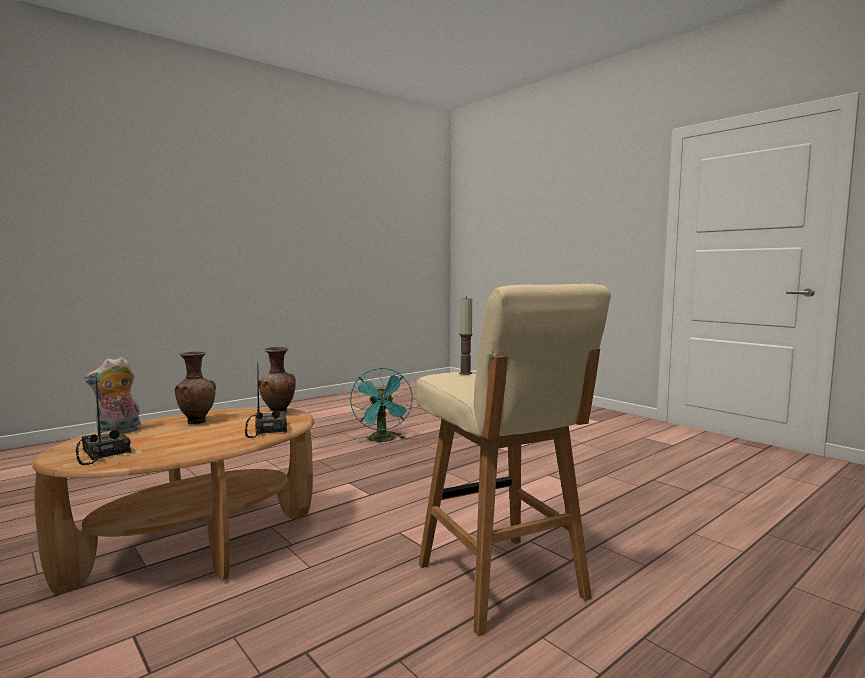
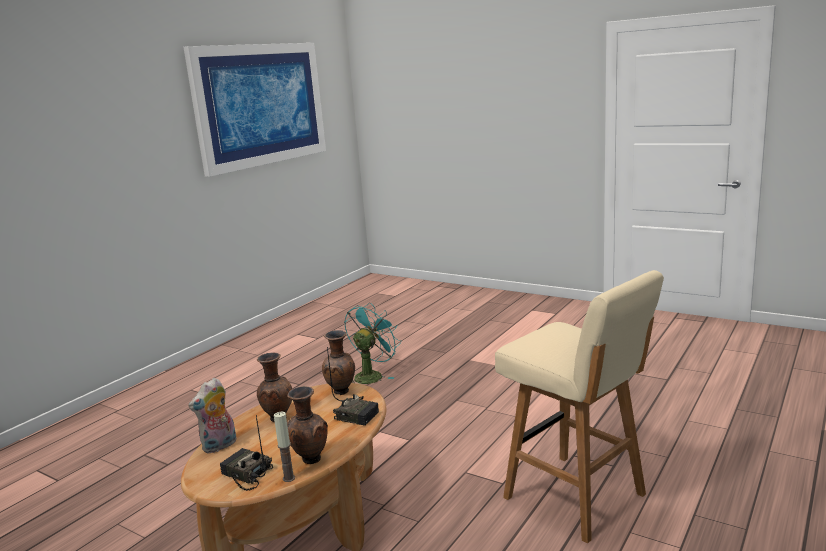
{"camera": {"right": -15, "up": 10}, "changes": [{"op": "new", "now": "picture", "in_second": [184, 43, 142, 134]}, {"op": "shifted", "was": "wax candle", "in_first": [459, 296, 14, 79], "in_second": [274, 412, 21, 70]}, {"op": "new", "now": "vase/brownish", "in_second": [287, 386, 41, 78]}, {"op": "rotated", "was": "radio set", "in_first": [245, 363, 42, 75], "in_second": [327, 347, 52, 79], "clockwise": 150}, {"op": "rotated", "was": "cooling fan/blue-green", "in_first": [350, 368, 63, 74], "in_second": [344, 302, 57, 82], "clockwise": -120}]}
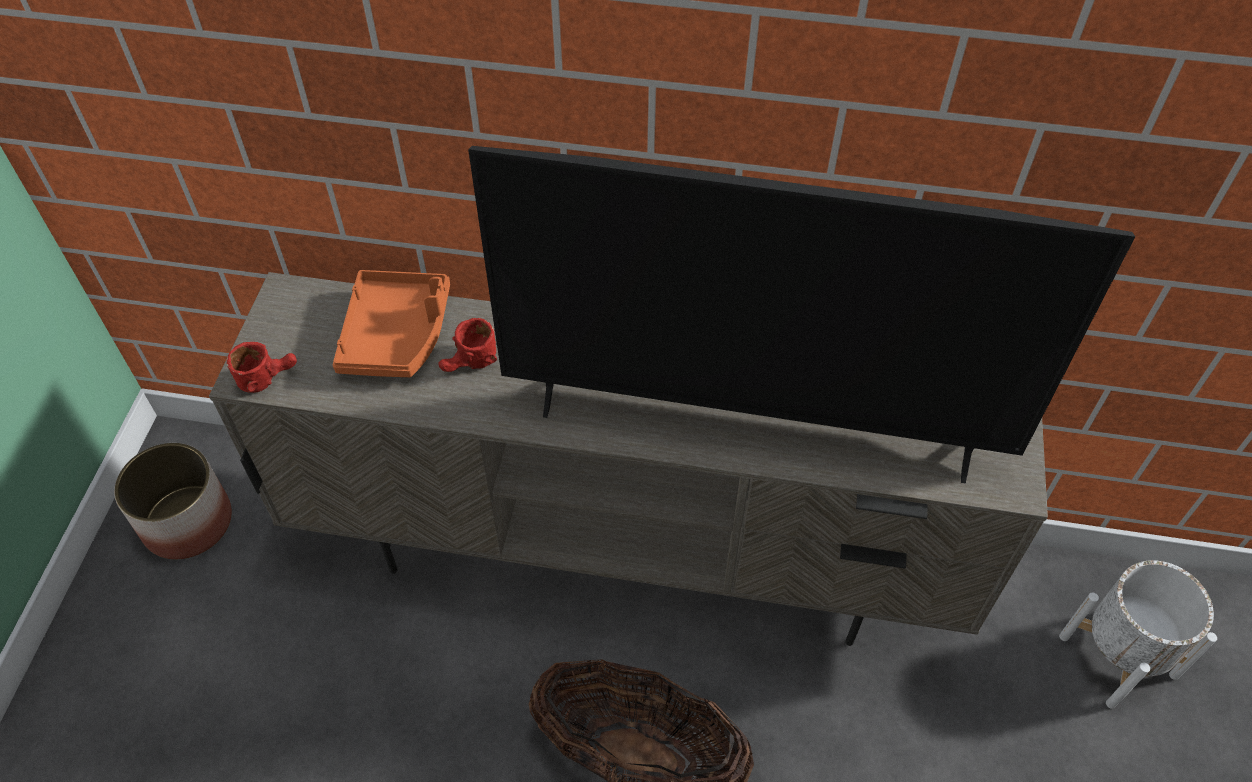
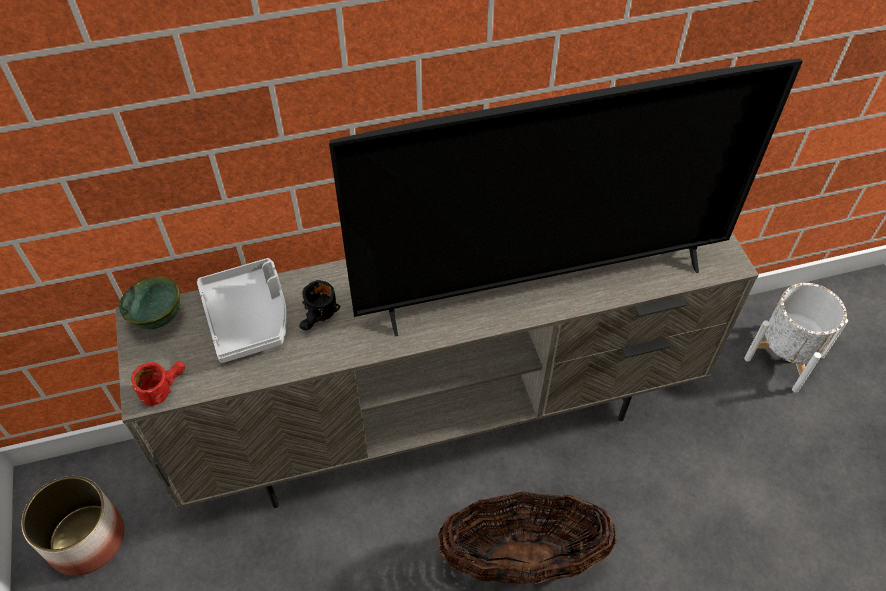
{"camera": {"right": -25, "up": 0}, "changes": [{"op": "new", "now": "serving bowl/green", "in_second": [119, 277, 61, 52]}, {"op": "repainted", "was": "tray/orangey", "now": "tray/greyish", "in_first": [333, 270, 117, 107], "in_second": [197, 258, 90, 105]}, {"op": "repainted", "was": "tea mug/red-coloured", "now": "tea mug/black-coloured", "in_first": [438, 318, 59, 54], "in_second": [299, 280, 41, 50]}]}
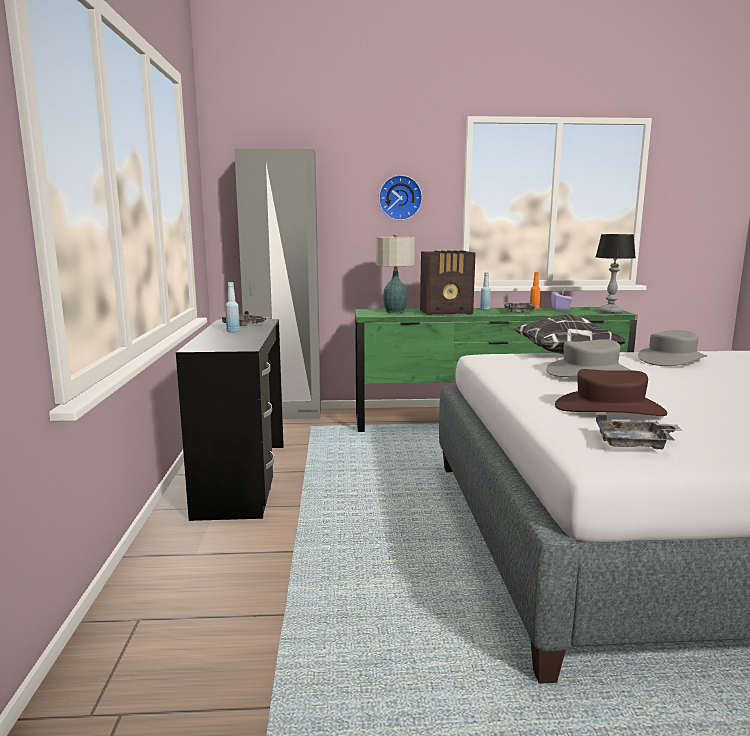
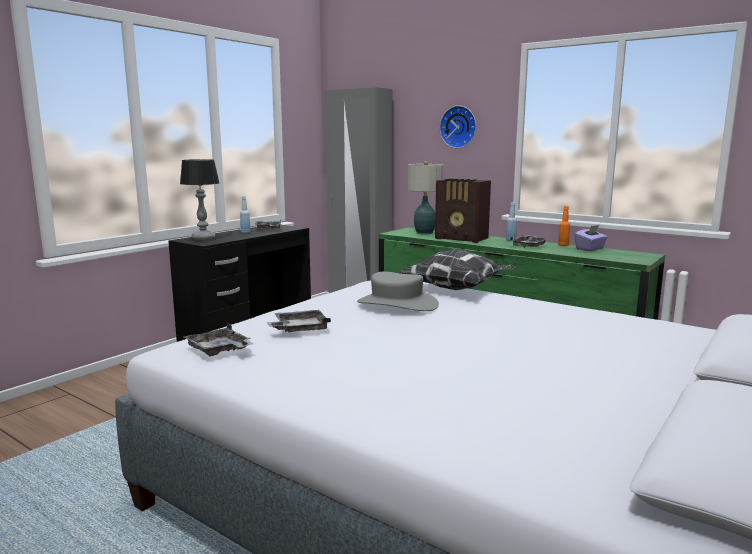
{"camera": {"right": 40, "up": 0}, "changes": [{"op": "shifted", "was": "table lamp", "in_first": [596, 234, 40, 80], "in_second": [180, 159, 39, 81]}, {"op": "swapped", "was": "wearable hat/brownish", "now": "tray/greyish", "in_first": [555, 369, 112, 47], "in_second": [267, 310, 64, 22]}, {"op": "gone", "was": "wearable hat/greyish", "in_first": [638, 330, 69, 36]}]}
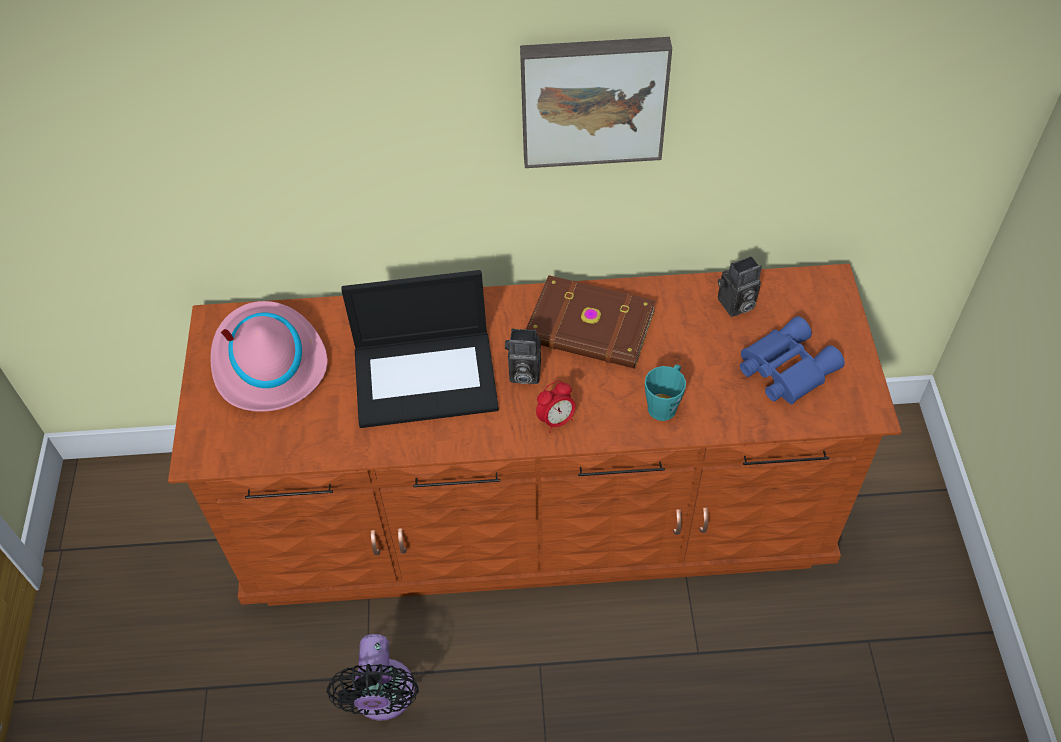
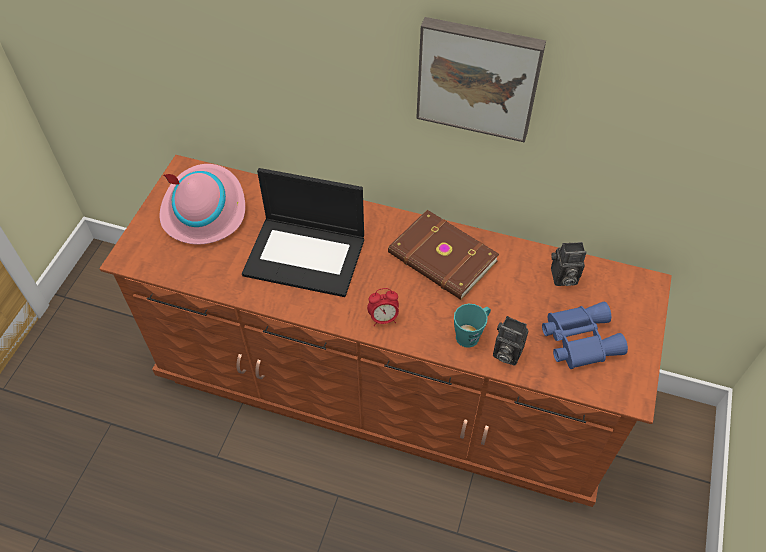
{"camera": {"right": 20, "up": 0}, "changes": [{"op": "shifted", "was": "photo camera", "in_first": [505, 329, 36, 55], "in_second": [493, 316, 36, 50]}, {"op": "gone", "was": "cooling fan/black-coloured", "in_first": [327, 634, 92, 87]}]}
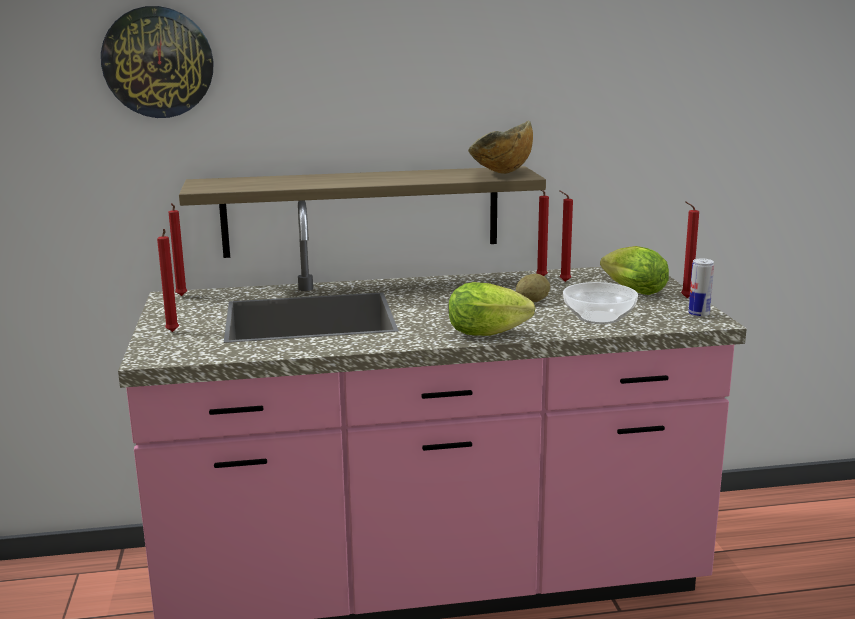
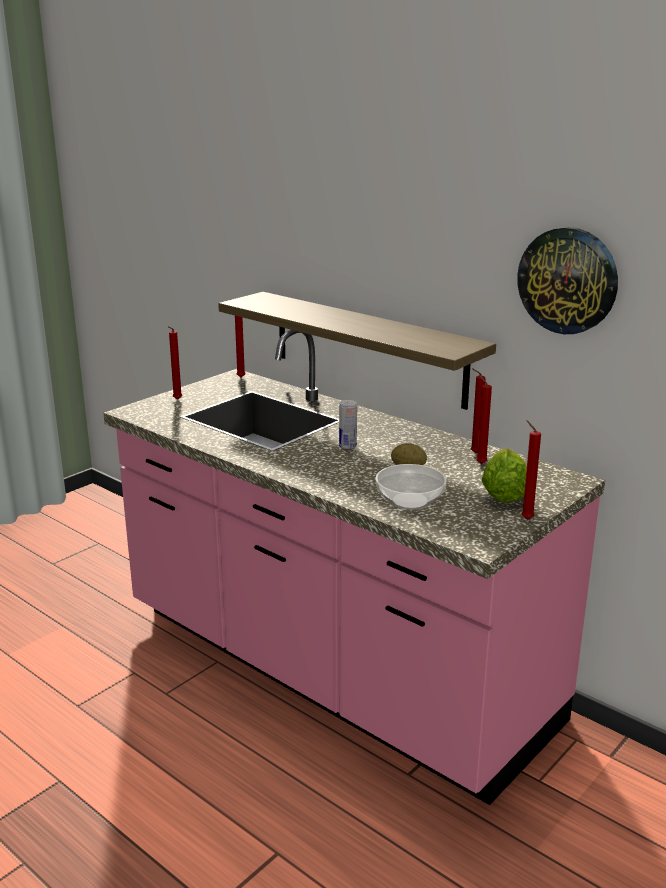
{"camera": {"right": 50, "up": 5}, "changes": [{"op": "shifted", "was": "can", "in_first": [688, 258, 26, 59], "in_second": [339, 400, 18, 49]}, {"op": "shifted", "was": "wall clock", "in_first": [101, 6, 112, 112], "in_second": [517, 227, 101, 107]}, {"op": "gone", "was": "lettuce", "in_first": [448, 282, 87, 54]}, {"op": "gone", "was": "serving bowl", "in_first": [468, 121, 65, 53]}]}
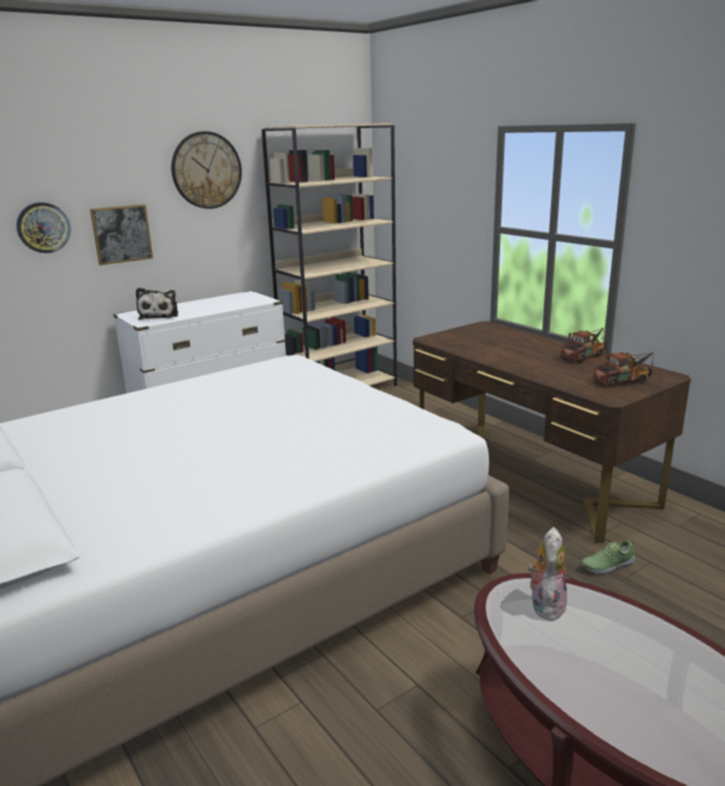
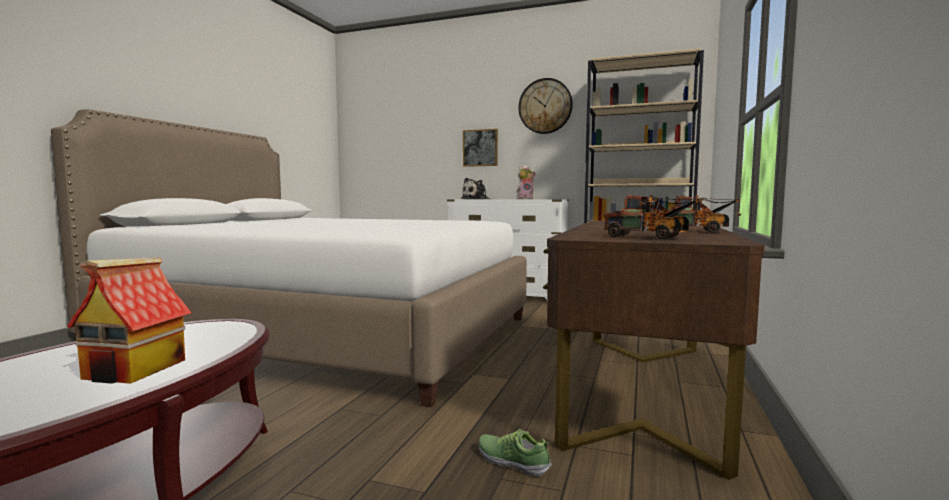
{"camera": {"right": 55, "up": -15}, "changes": [{"op": "new", "now": "miniature house", "in_second": [67, 258, 124, 126]}, {"op": "shifted", "was": "plush toy", "in_first": [528, 527, 39, 93], "in_second": [516, 165, 20, 34]}, {"op": "gone", "was": "wall clock", "in_first": [16, 202, 55, 51]}]}
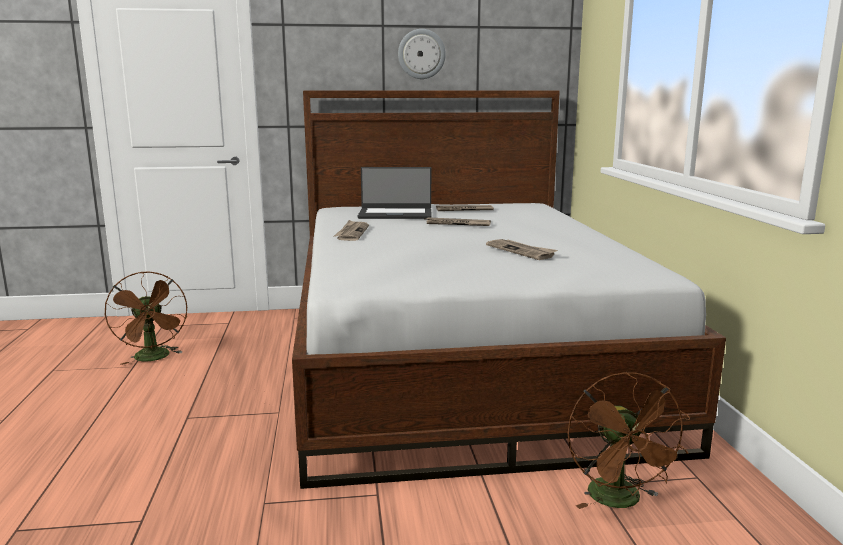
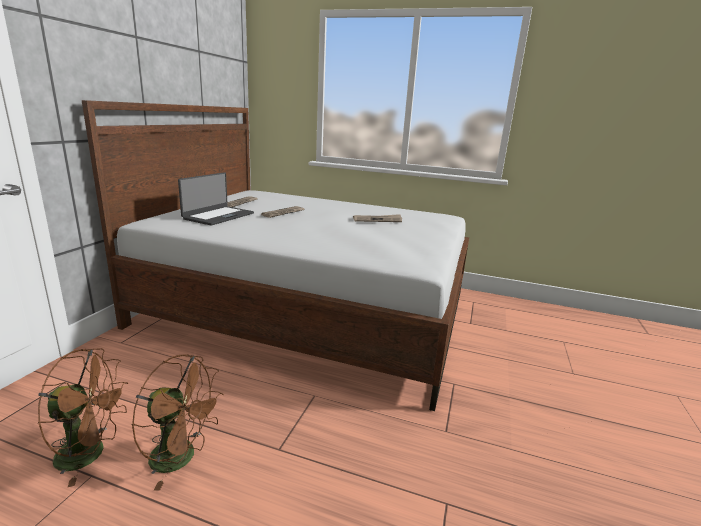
{"camera": {"right": -65, "up": 5}, "changes": [{"op": "shifted", "was": "cooling fan/brownish", "in_first": [567, 372, 123, 137], "in_second": [132, 354, 92, 136]}, {"op": "gone", "was": "daily paper", "in_first": [334, 220, 35, 21]}, {"op": "gone", "was": "wall clock", "in_first": [398, 29, 48, 50]}]}
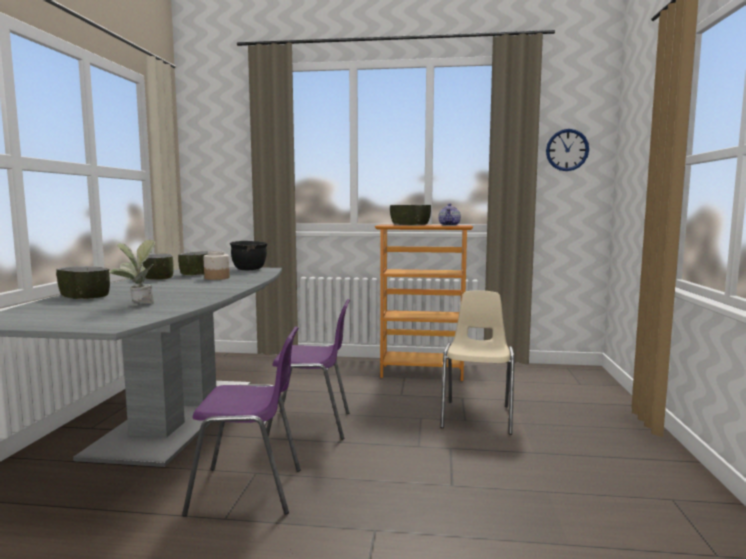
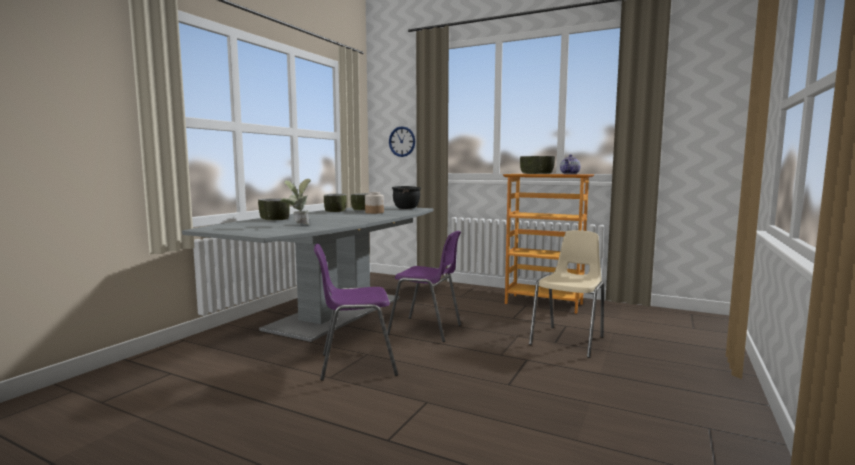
{"camera": {"right": 20, "up": 0}, "changes": [{"op": "rotated", "was": "plain chair/purple-coloured", "in_first": [182, 326, 119, 190], "in_second": [314, 244, 84, 137], "clockwise": 150}, {"op": "shifted", "was": "wall clock", "in_first": [546, 129, 43, 42], "in_second": [389, 126, 26, 31]}]}
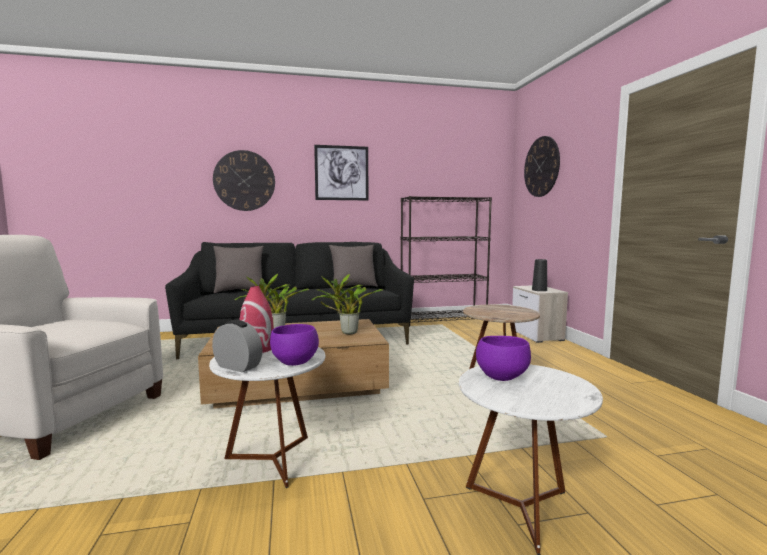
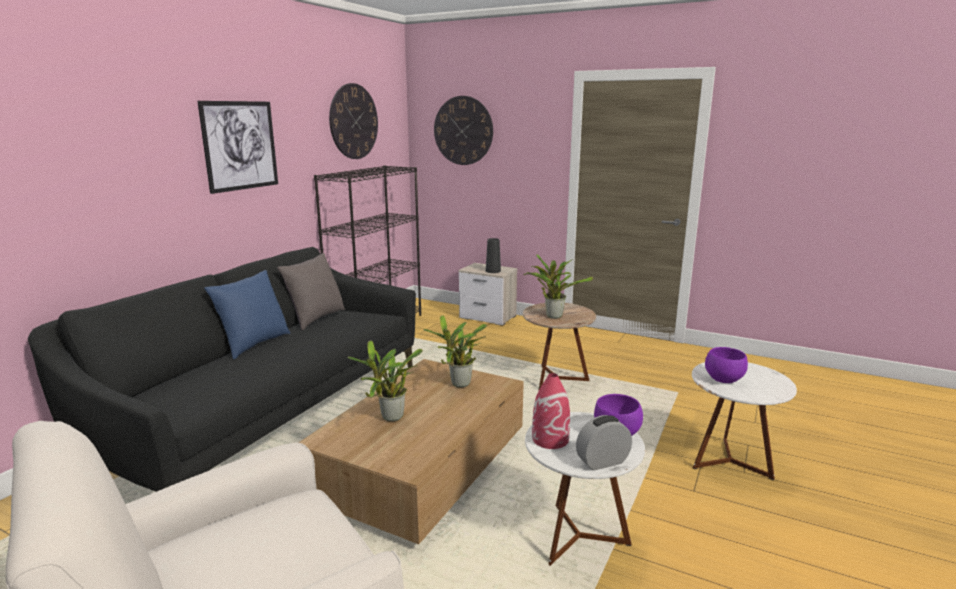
{"camera": {"right": -50, "up": 10}, "changes": [{"op": "new", "now": "cushion/bluish", "in_second": [204, 270, 86, 89]}, {"op": "shifted", "was": "wall clock", "in_first": [213, 150, 62, 61], "in_second": [329, 83, 49, 76]}, {"op": "new", "now": "potted plant", "in_second": [524, 254, 69, 65]}, {"op": "gone", "was": "cushion/greyish", "in_first": [213, 246, 51, 47]}]}
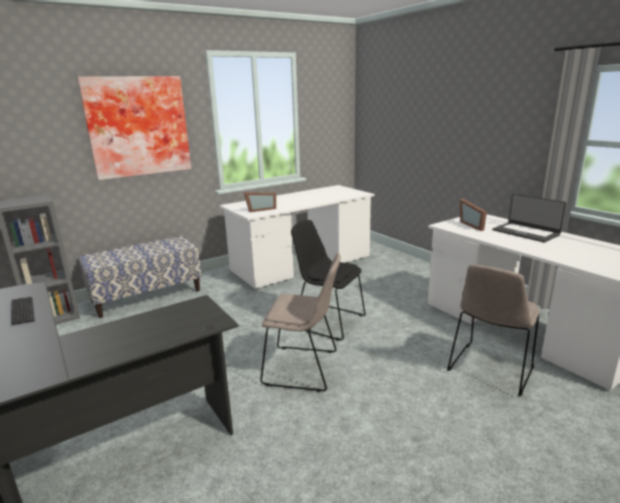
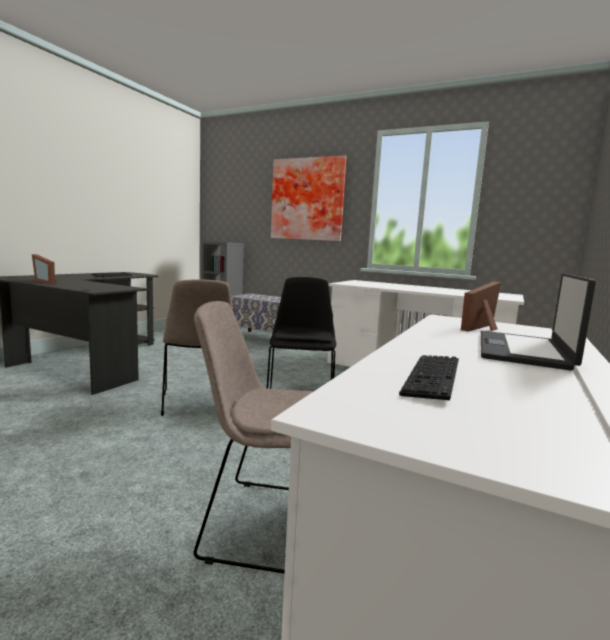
{"camera": {"right": 60, "up": -10}, "changes": [{"op": "shifted", "was": "photo frame", "in_first": [244, 192, 32, 20], "in_second": [32, 254, 25, 30]}, {"op": "new", "now": "keyboard", "in_second": [399, 355, 60, 45]}]}
